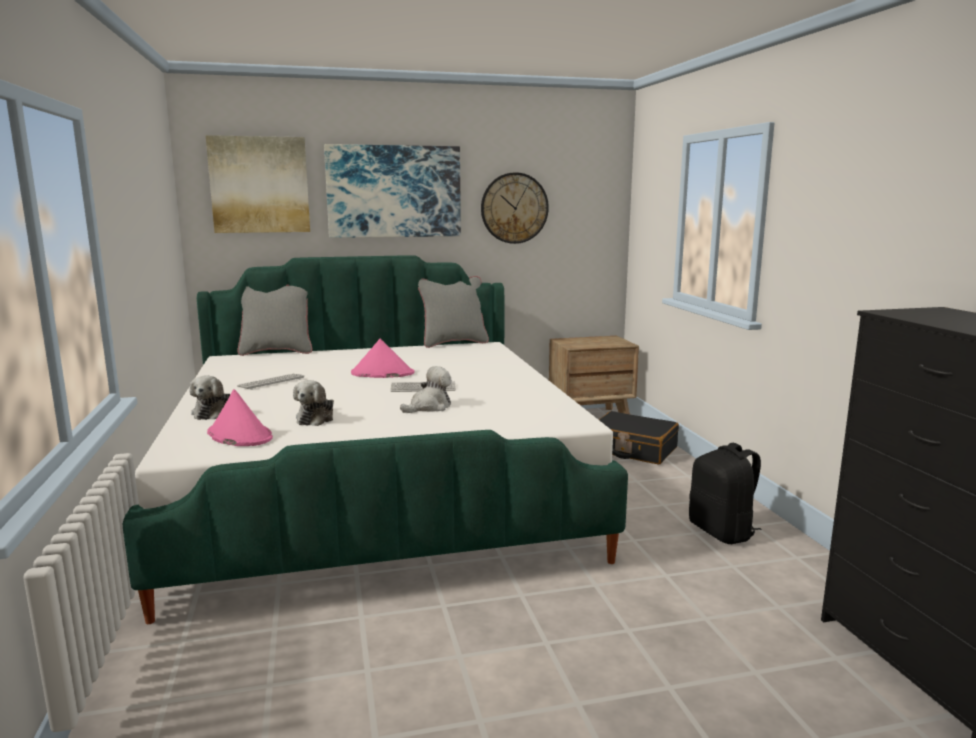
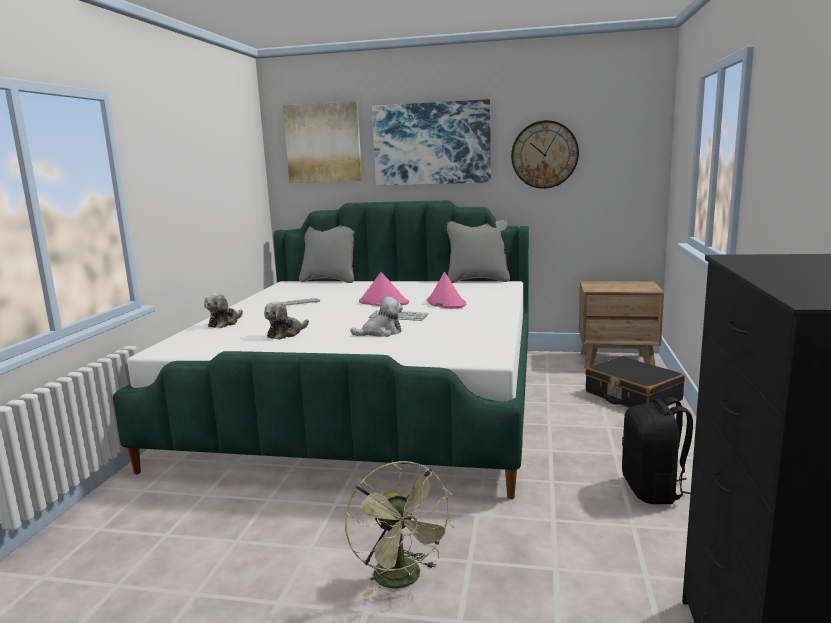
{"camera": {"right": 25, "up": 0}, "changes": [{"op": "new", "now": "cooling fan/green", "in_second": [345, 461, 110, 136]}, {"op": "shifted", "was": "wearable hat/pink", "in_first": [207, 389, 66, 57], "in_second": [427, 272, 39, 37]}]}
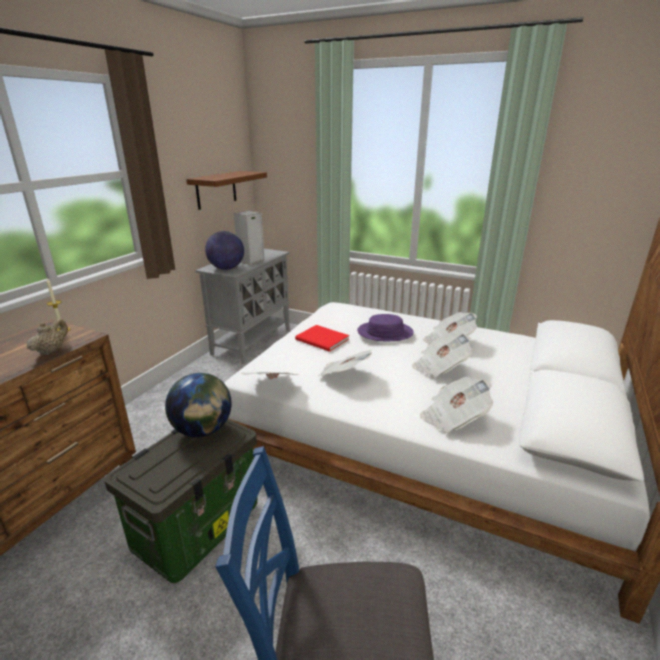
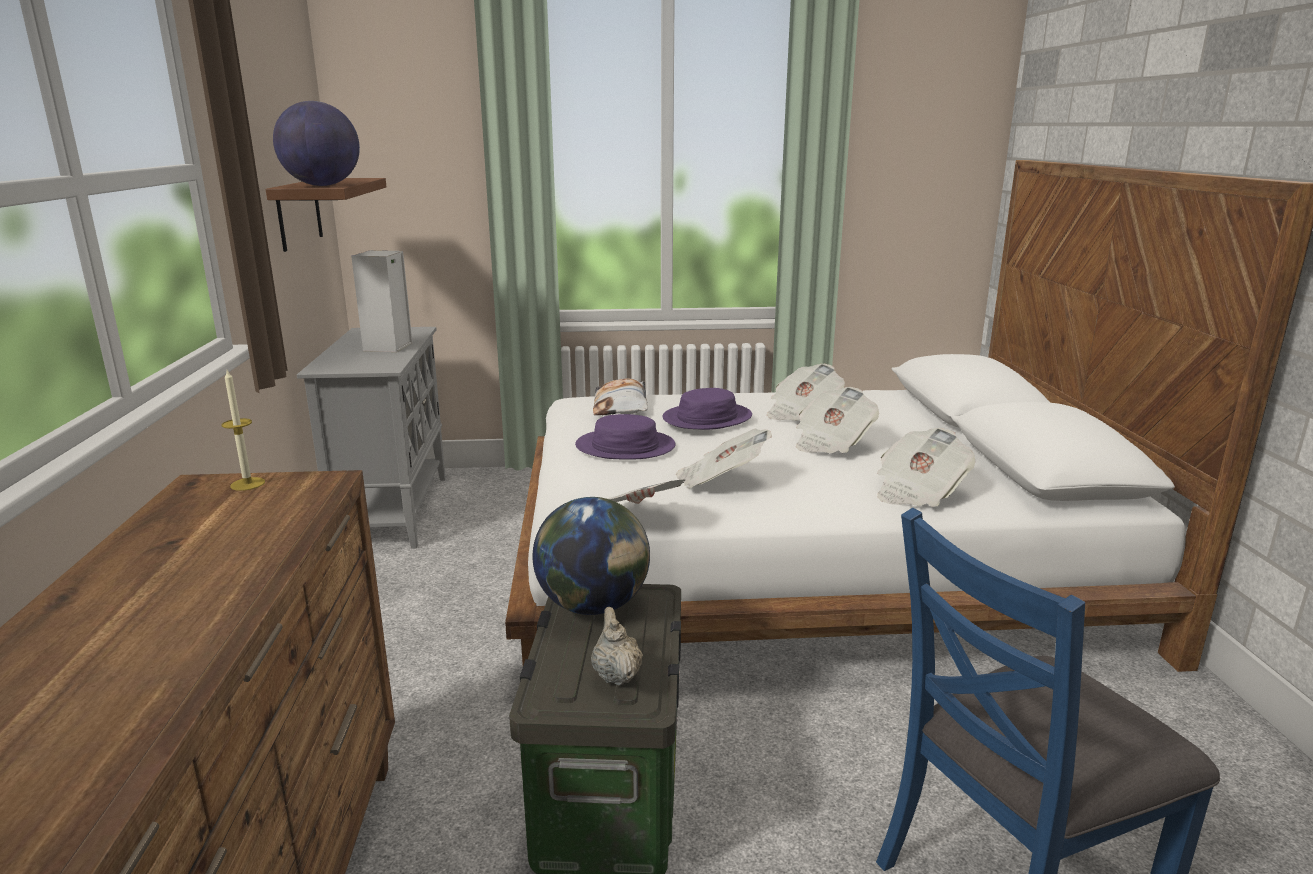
{"camera": {"right": -30, "up": -5}, "changes": [{"op": "shifted", "was": "globe", "in_first": [205, 231, 39, 39], "in_second": [273, 101, 87, 85]}, {"op": "swapped", "was": "bound book/red-coloured", "now": "wearable hat/purple-coloured", "in_first": [295, 325, 54, 27], "in_second": [575, 414, 100, 46]}, {"op": "shifted", "was": "pot for tea/sand-coloured", "in_first": [27, 319, 41, 36], "in_second": [591, 607, 52, 79]}, {"op": "new", "now": "cushion", "in_second": [593, 378, 55, 37]}]}
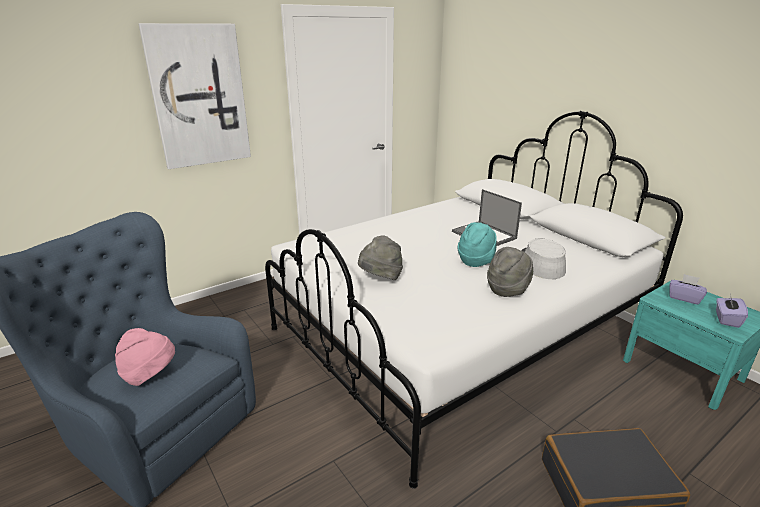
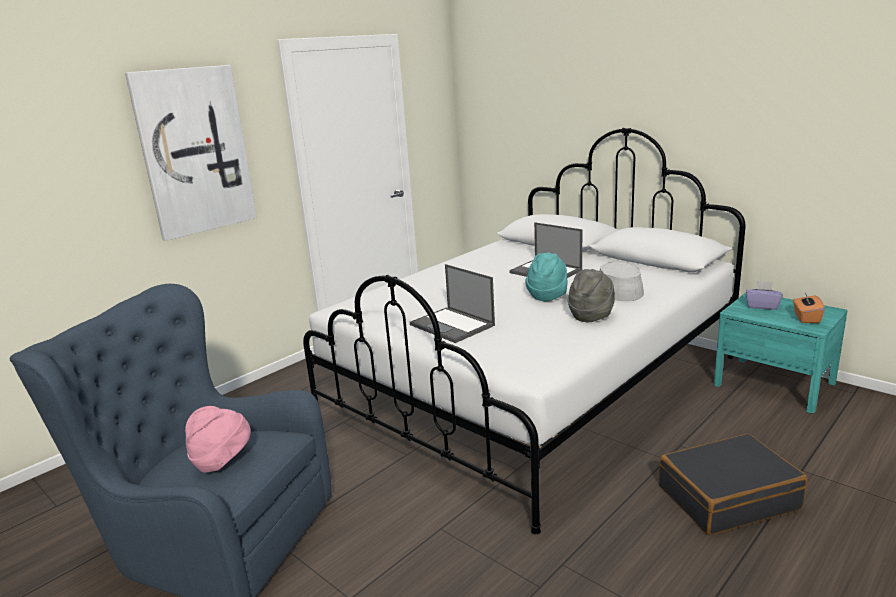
{"camera": {"right": -10, "up": -5}, "changes": [{"op": "swapped", "was": "wearable hat/greyish", "now": "portable computer", "in_first": [358, 235, 45, 45], "in_second": [410, 264, 85, 79]}, {"op": "repainted", "was": "box of tissues/purple-coloured", "now": "box of tissues/orangey", "in_first": [716, 293, 32, 35], "in_second": [793, 292, 32, 31]}]}
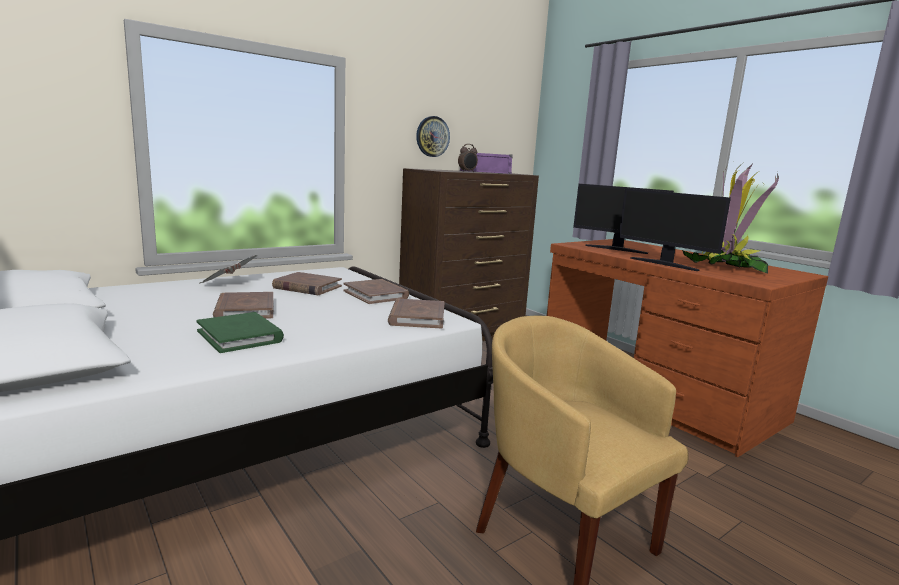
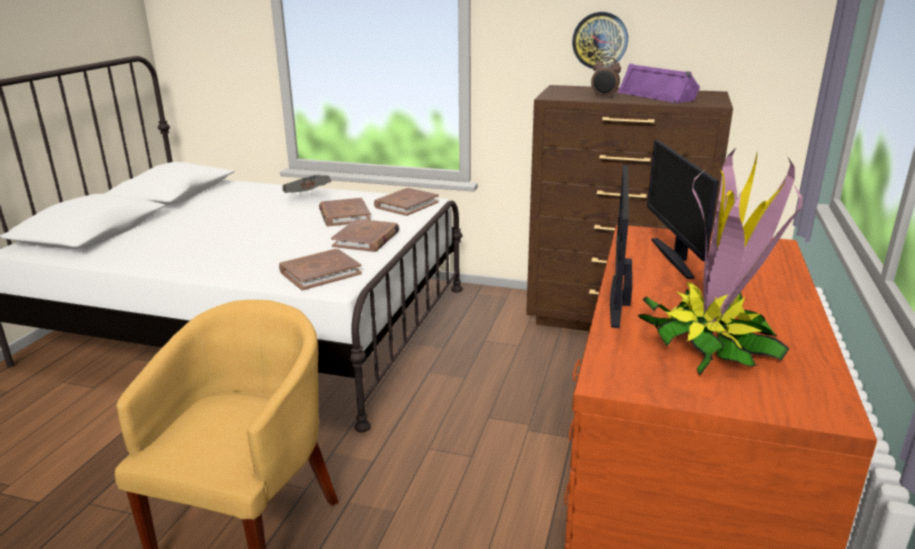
{"camera": {"right": 55, "up": 10}, "changes": [{"op": "shifted", "was": "bound book/brownish", "in_first": [213, 292, 60, 27], "in_second": [374, 188, 65, 28]}, {"op": "gone", "was": "bound book/green", "in_first": [197, 312, 87, 41]}]}
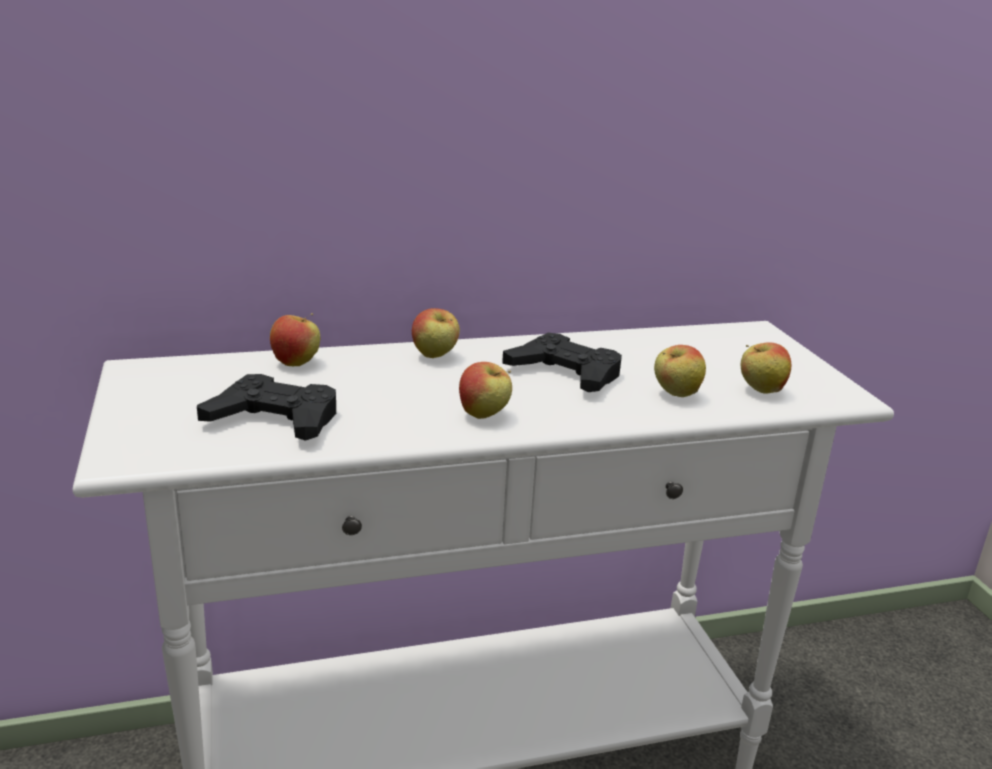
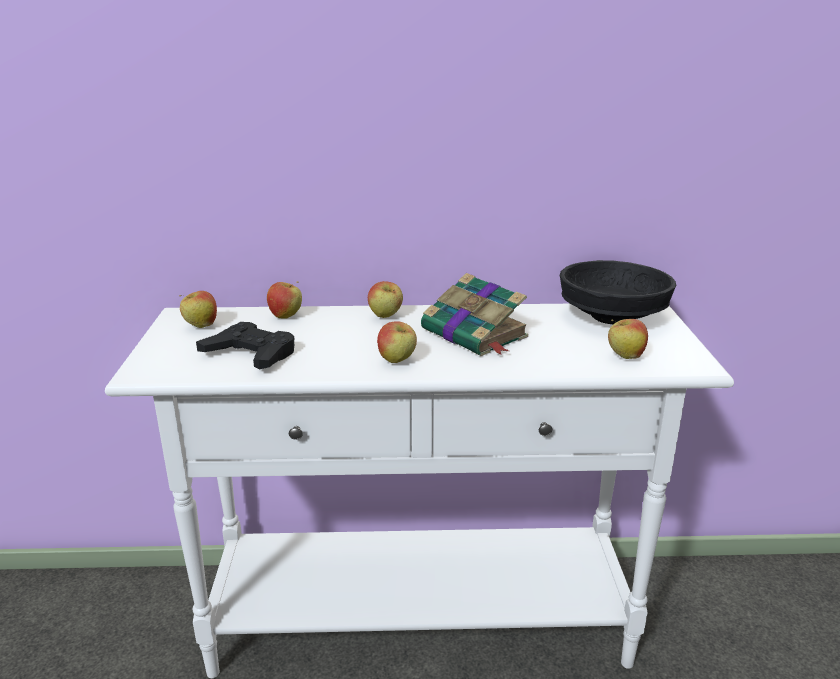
{"camera": {"right": 15, "up": 0}, "changes": [{"op": "shifted", "was": "apple", "in_first": [654, 345, 52, 52], "in_second": [179, 291, 38, 37]}, {"op": "swapped", "was": "game controller/black-coloured", "now": "bound book", "in_first": [502, 333, 120, 59], "in_second": [421, 273, 107, 83]}, {"op": "new", "now": "serving bowl/black-coloured", "in_second": [560, 260, 117, 64]}]}
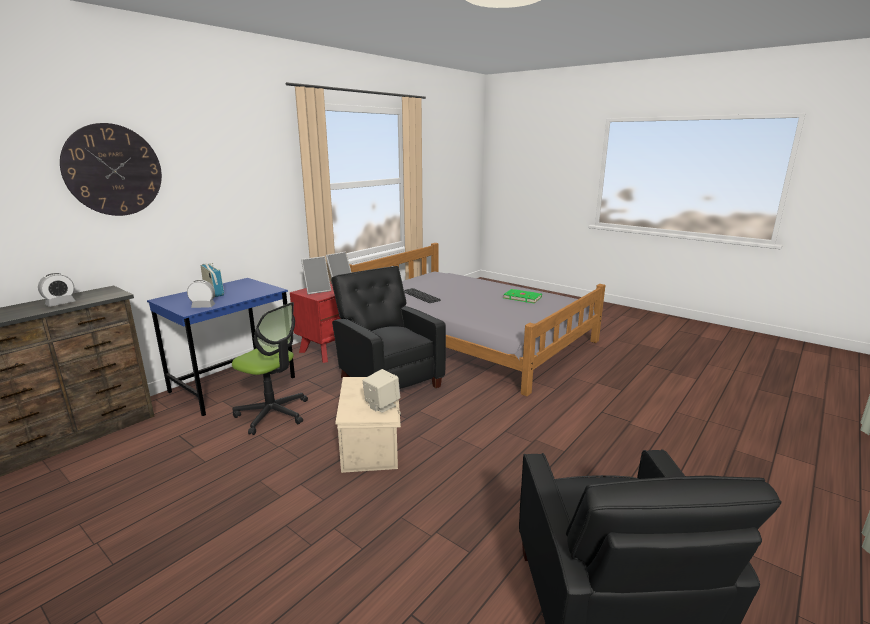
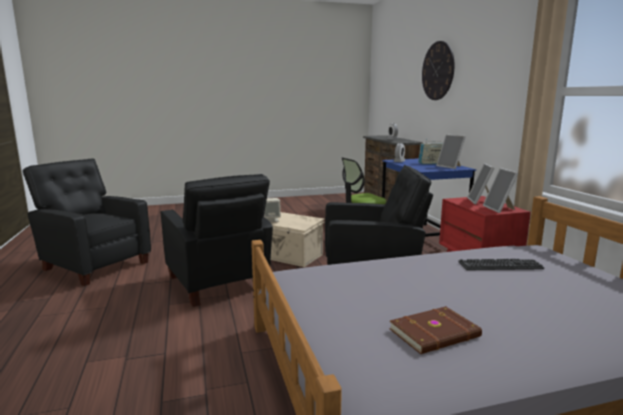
{"camera": {"right": 125, "up": -5}, "changes": [{"op": "new", "now": "armchair/black-coloured", "in_second": [160, 174, 113, 133]}, {"op": "repainted", "was": "bound book/green", "now": "bound book/brownish", "in_first": [503, 289, 39, 14], "in_second": [389, 306, 93, 48]}, {"op": "new", "now": "photo frame", "in_second": [436, 134, 30, 35]}]}
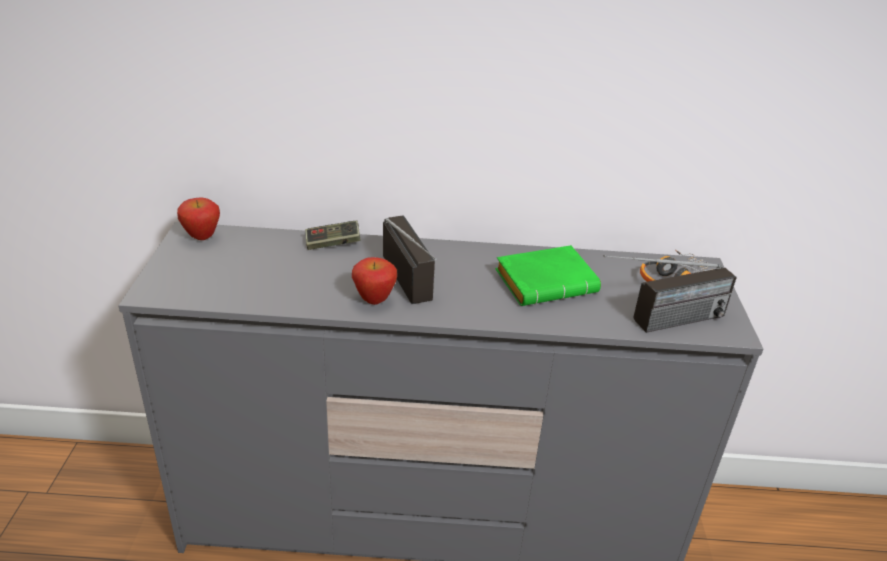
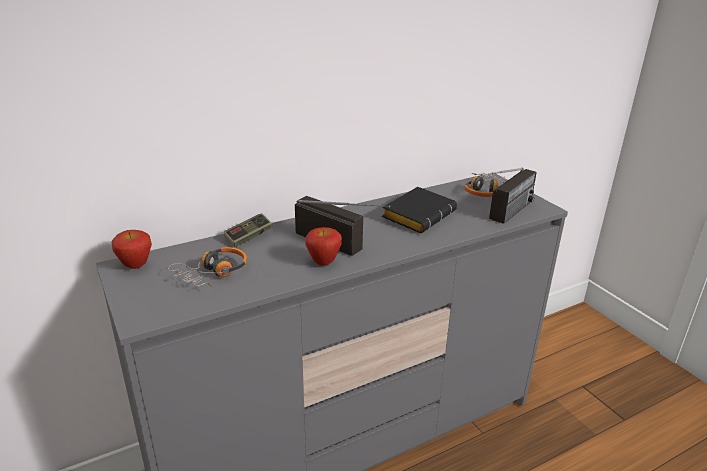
{"camera": {"right": -30, "up": -5}, "changes": [{"op": "new", "now": "headset", "in_second": [168, 247, 79, 40]}, {"op": "repainted", "was": "bound book/green", "now": "bound book/black-coloured", "in_first": [495, 245, 106, 61], "in_second": [382, 187, 75, 46]}]}
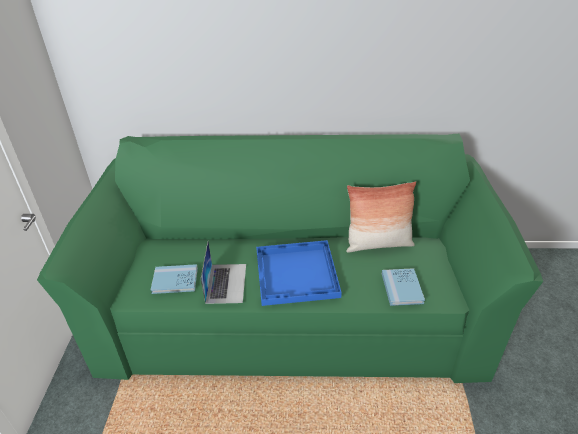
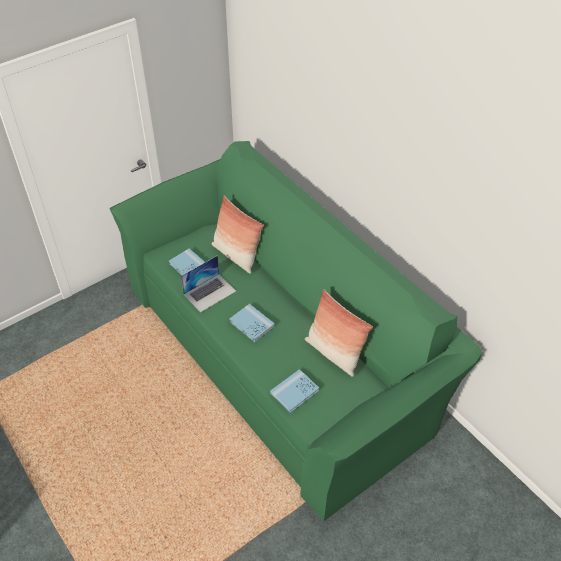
{"camera": {"right": 50, "up": 10}, "changes": [{"op": "new", "now": "cushion", "in_second": [212, 196, 52, 78]}, {"op": "swapped", "was": "tray/bluish", "now": "bound book/bluish", "in_first": [256, 240, 86, 66], "in_second": [229, 304, 46, 38]}]}
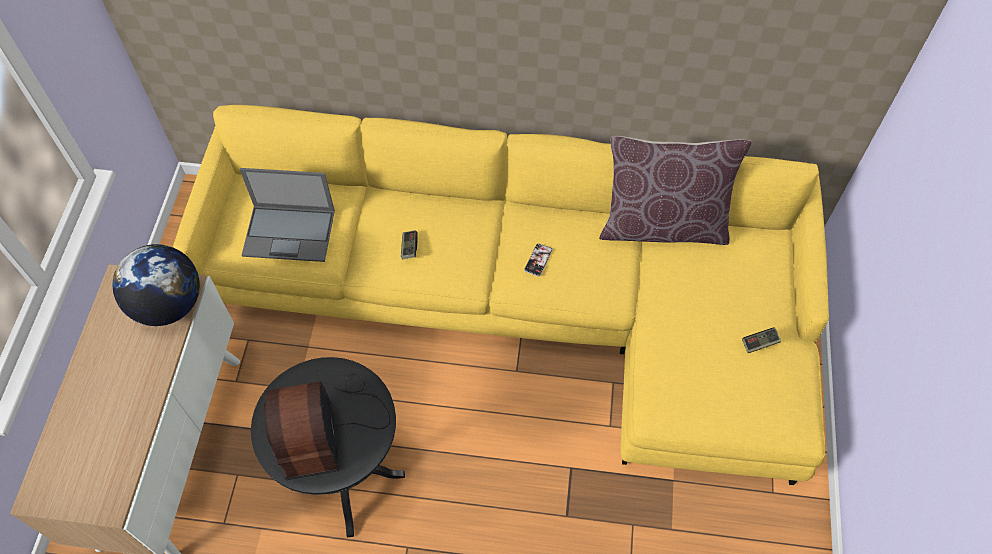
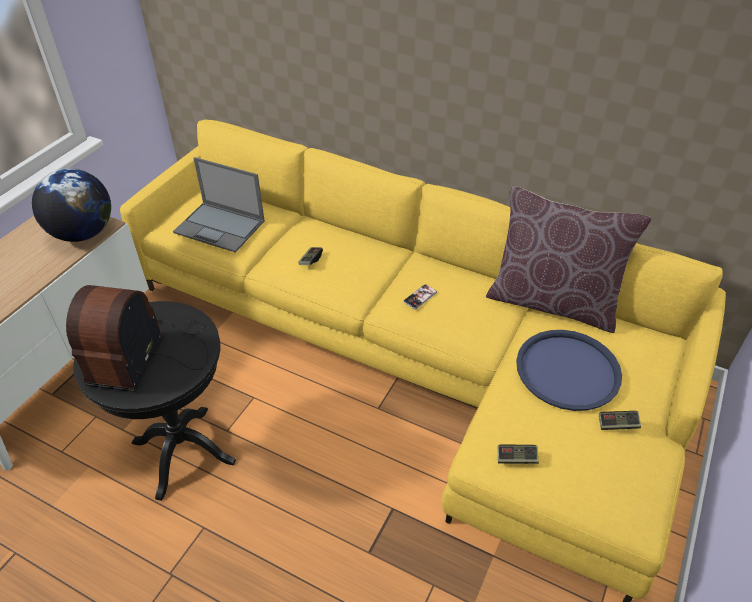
{"camera": {"right": 20, "up": -15}, "changes": [{"op": "new", "now": "game controller", "in_second": [498, 445, 41, 19]}, {"op": "new", "now": "tray/bluish", "in_second": [516, 330, 106, 81]}]}
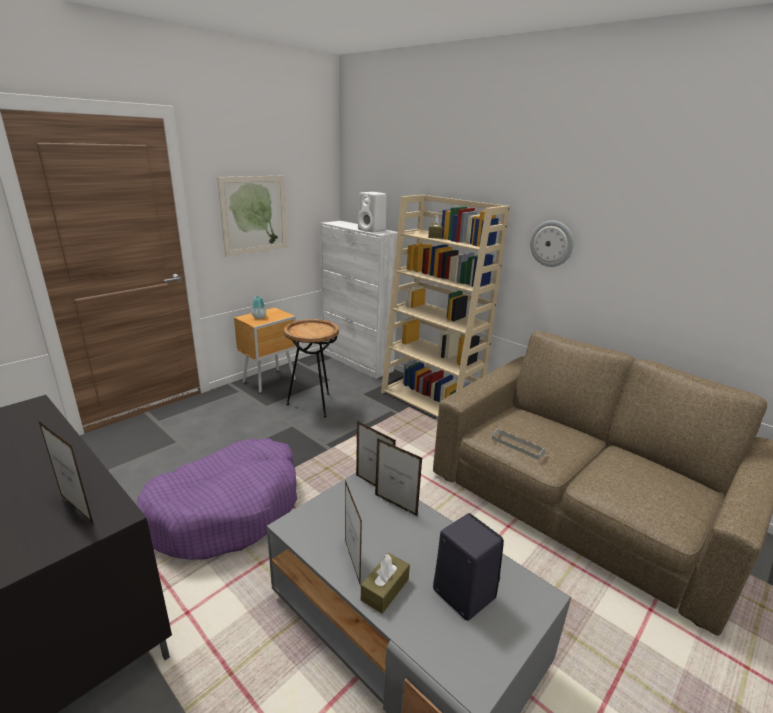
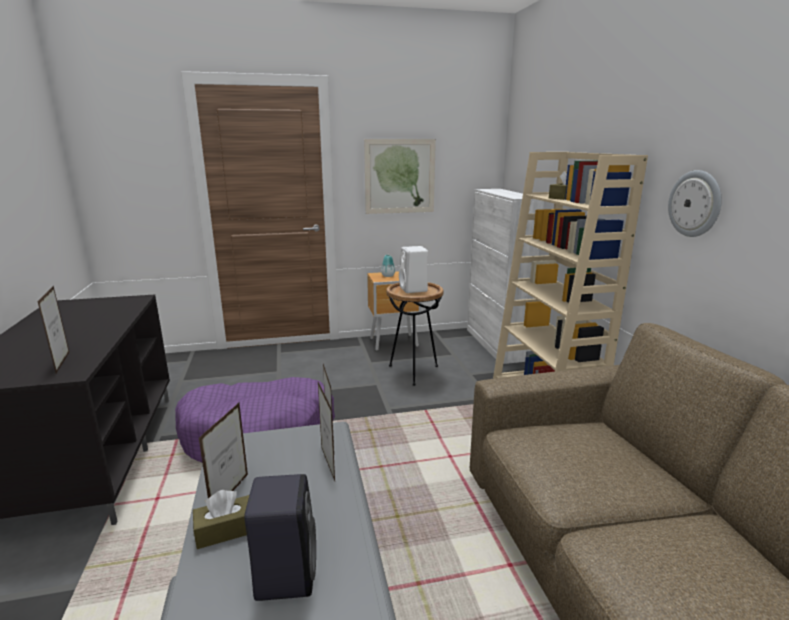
{"camera": {"right": 35, "up": -5}, "changes": [{"op": "shifted", "was": "speaker/white", "in_first": [358, 192, 28, 41], "in_second": [399, 246, 29, 47]}, {"op": "gone", "was": "tray/greyish", "in_first": [492, 429, 54, 31]}]}
